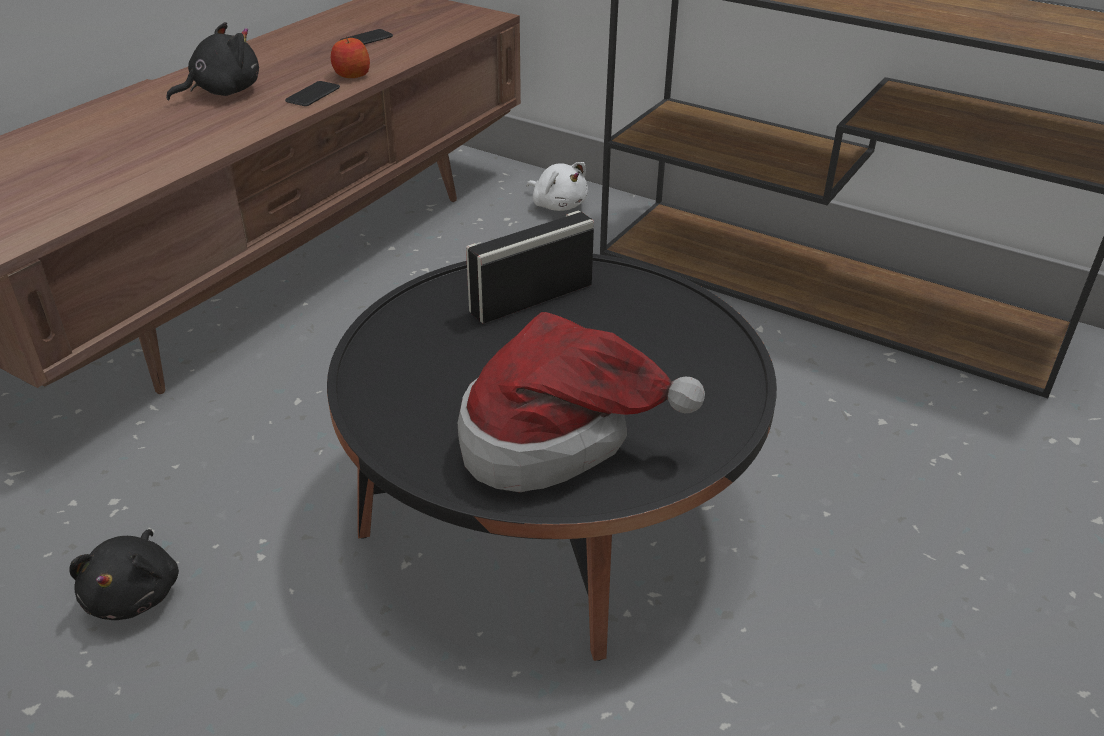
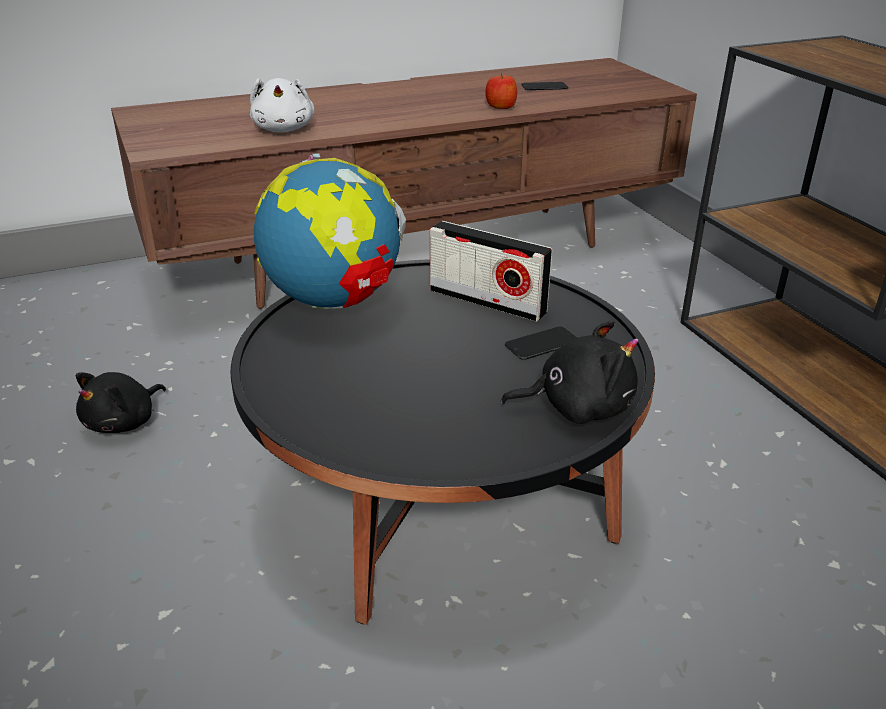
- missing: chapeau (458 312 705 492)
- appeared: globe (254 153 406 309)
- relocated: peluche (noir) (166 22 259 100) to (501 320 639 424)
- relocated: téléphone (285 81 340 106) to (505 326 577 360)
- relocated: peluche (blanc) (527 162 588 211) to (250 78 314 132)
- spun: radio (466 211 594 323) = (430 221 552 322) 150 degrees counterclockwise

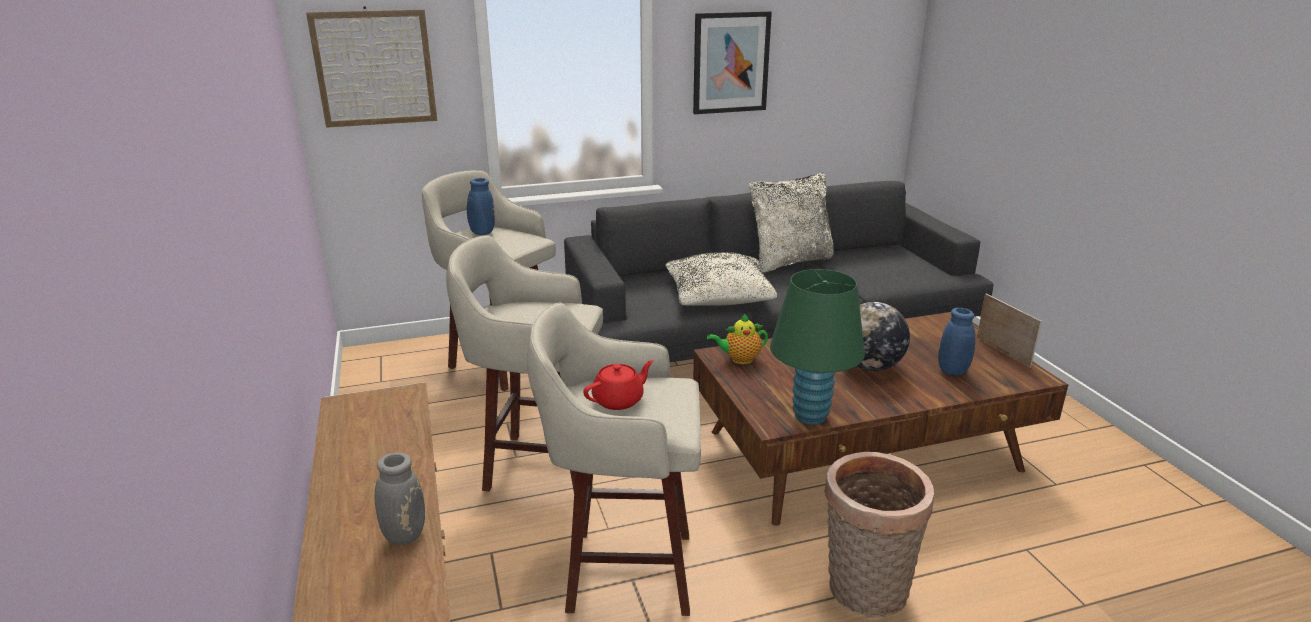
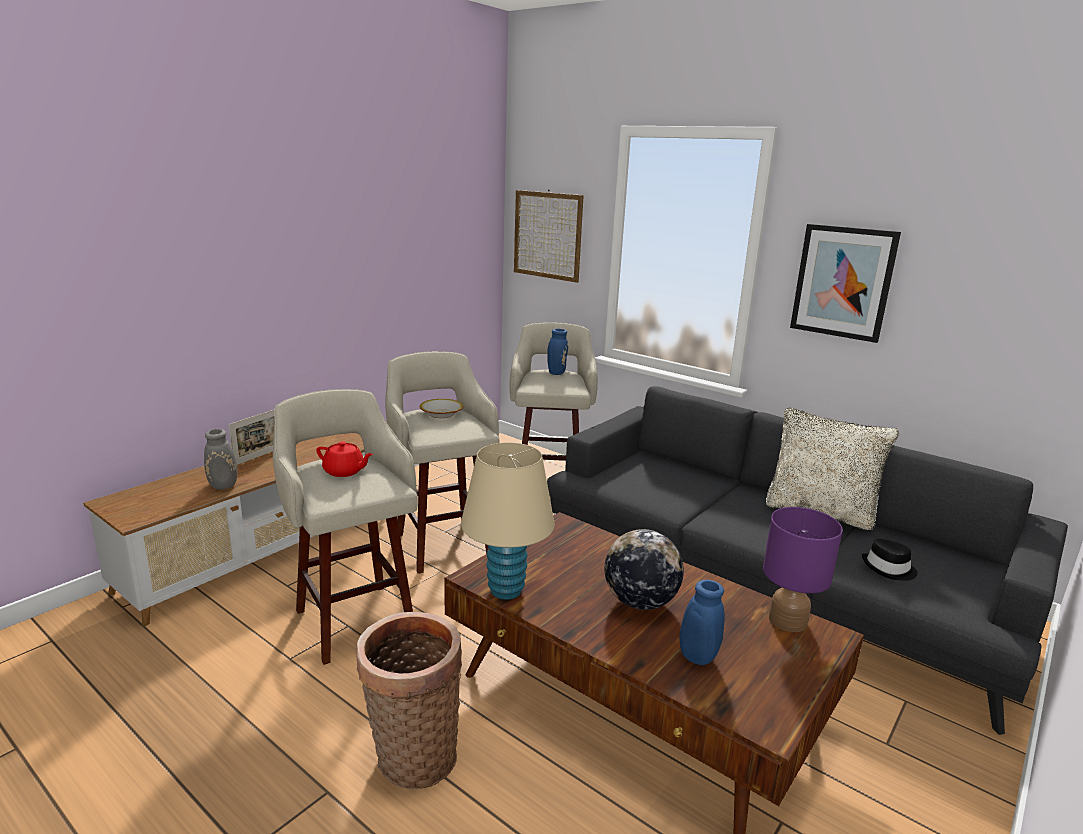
- missing: coussin (beige) (665 252 777 306)
- missing: théière (707 313 768 364)
- appeared: bol (420 399 463 418)
- appeared: lampe de table (violet) (763 507 843 632)
- appeared: chapeau (noir) (862 539 917 581)
- relocated: cadre photo (977 293 1042 368) to (228 410 274 465)
- colour: lampe de table (vert) (770 269 865 425) to lampe de table (beige) (461 443 555 600)

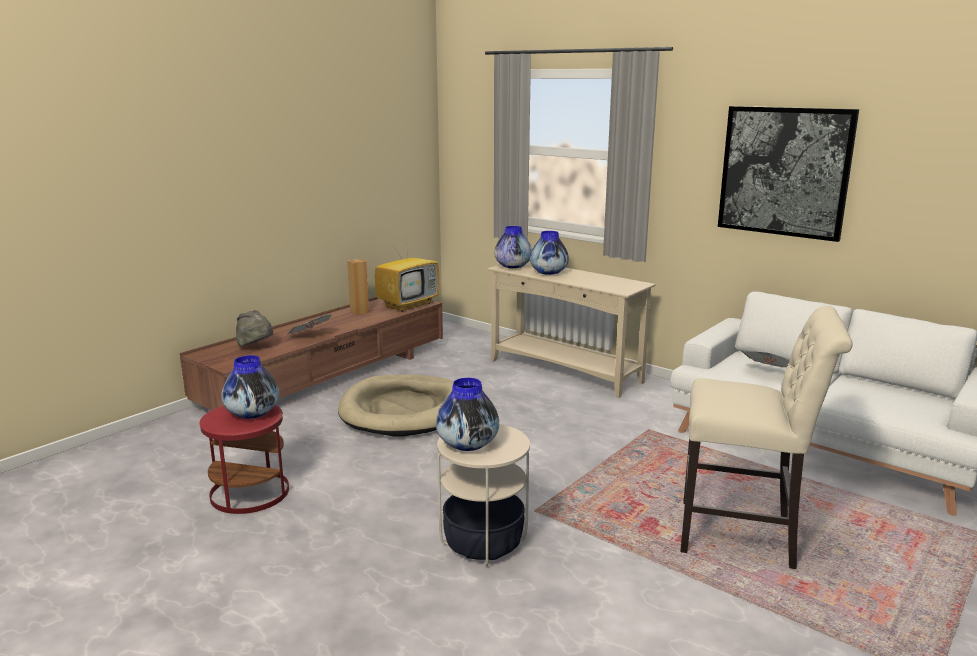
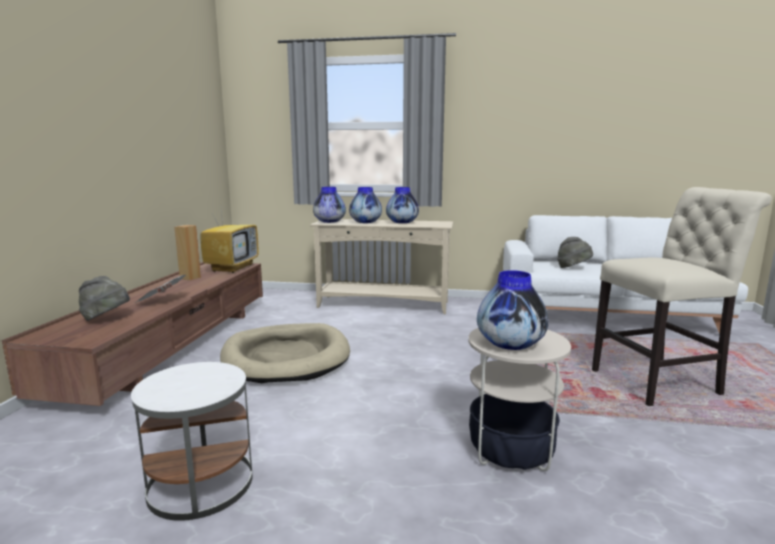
- missing: tableau (718 106 859 242)
- relocated: vase (222 355 279 419) to (386 187 419 223)
- exchanged: journal (740 351 789 367) to chapeau (gris) (557 237 593 268)
- colour: table d'appoint (rouge) (199 405 289 514) to table d'appoint (blanc) (131 362 252 521)

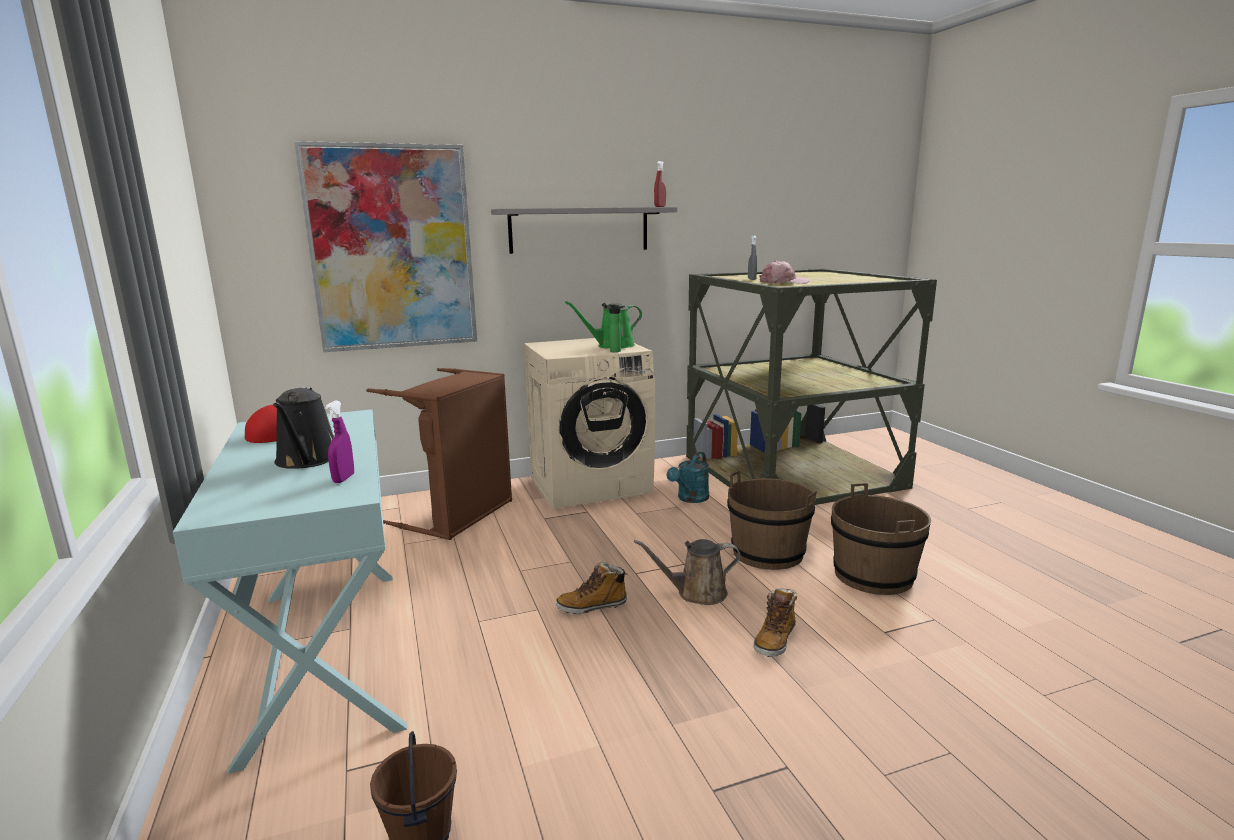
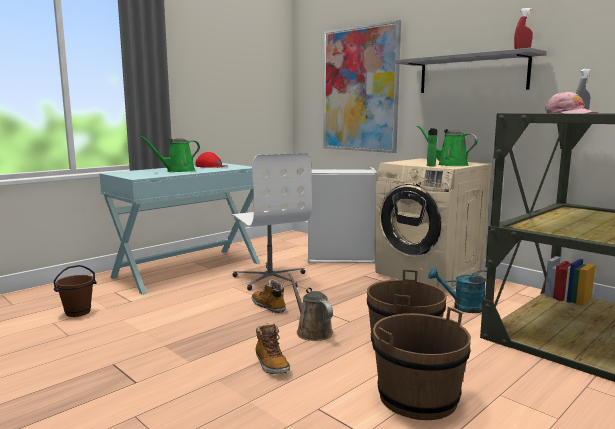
- missing: vaporisateur (violet) (325 401 354 483)
- appeared: chaise de bureau (blanc) (231 153 312 290)
- colour: arrosoir (noir) (273 387 334 469) to arrosoir (vert) (139 136 200 172)
- colour: panier à linge (marron) (366 368 512 540) to panier à linge (gris) (308 167 378 264)
- spun: botte (753 588 797 657) = (256 323 290 374) 120 degrees counterclockwise

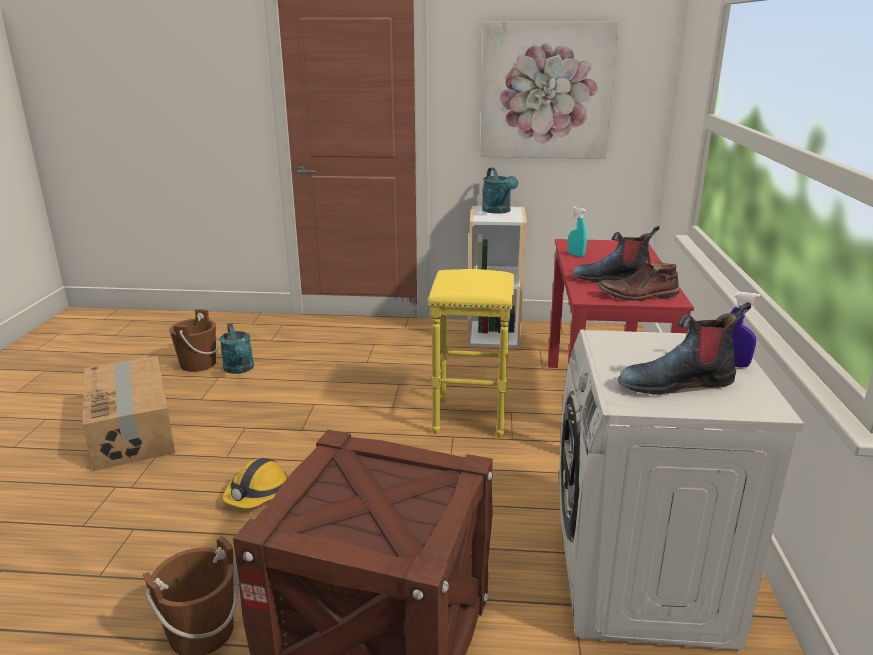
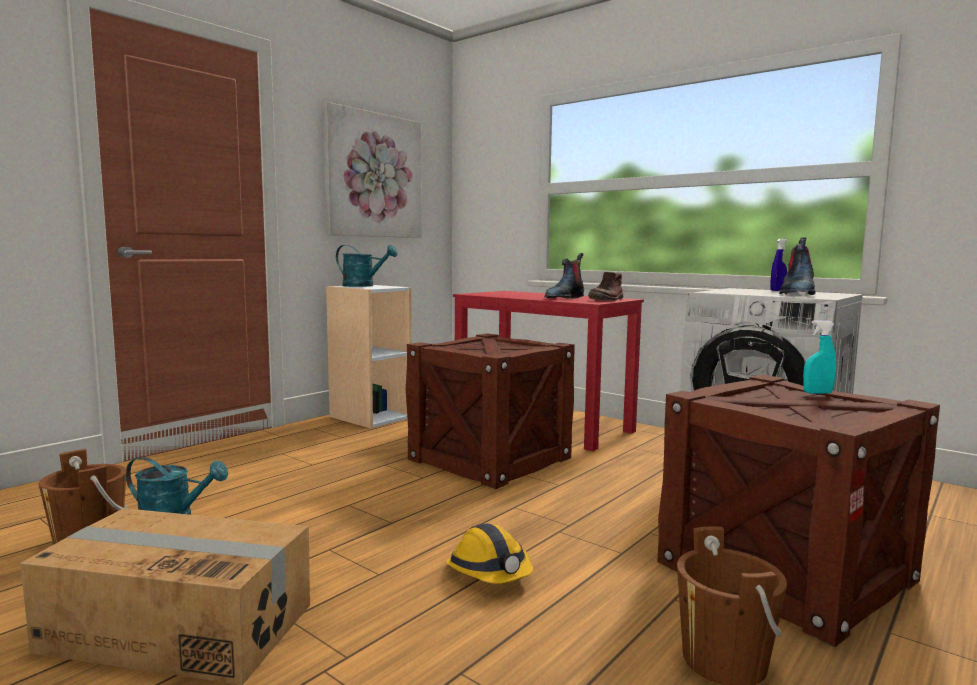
- relocated: vaporisateur (turquoise) (568 207 587 257) to (803 320 836 394)
- exchanged: tabouret (jaune) (428 269 514 438) to caisse (406 333 575 489)

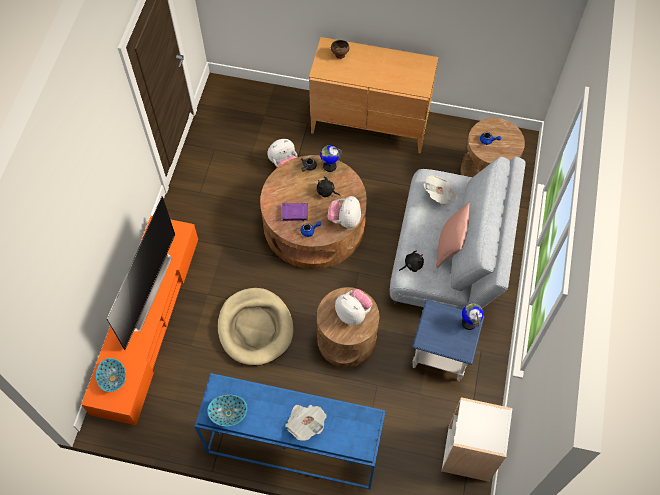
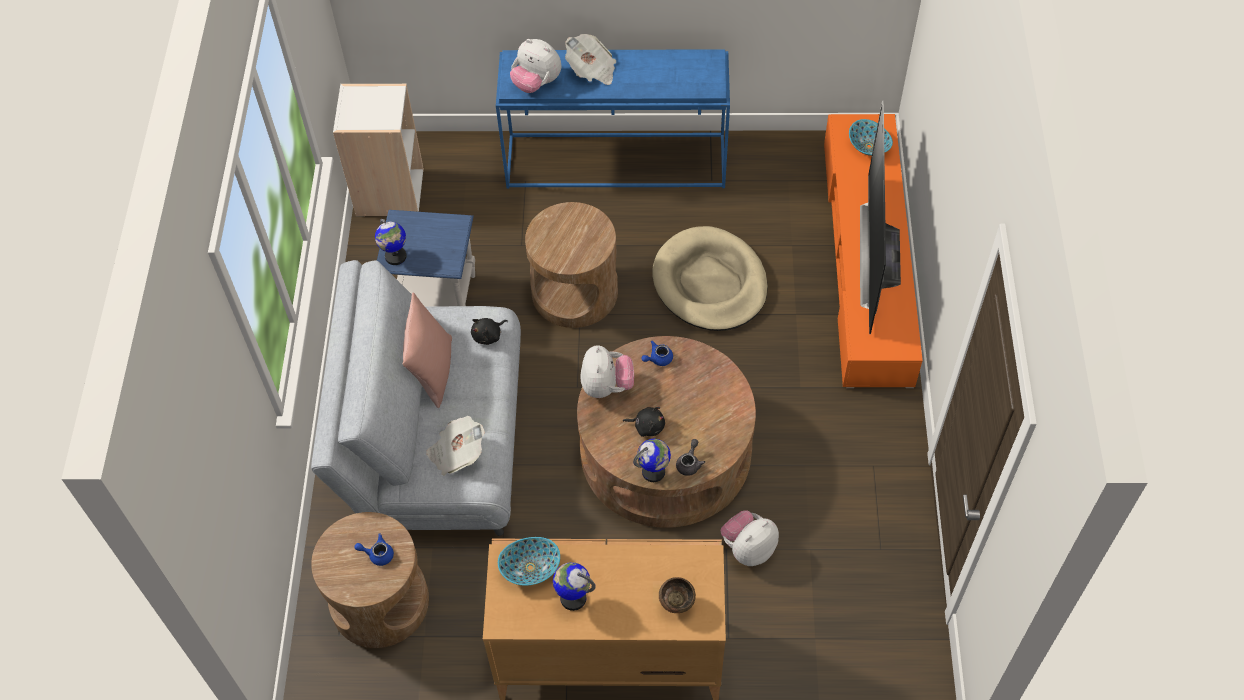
- missing: livre (violet) (282 203 308 221)
- appeared: globe (553 562 596 611)
- relocated: bol (207 395 247 426) to (498 537 560 586)
- relocated: peluche (335 289 373 325) to (510 39 561 93)

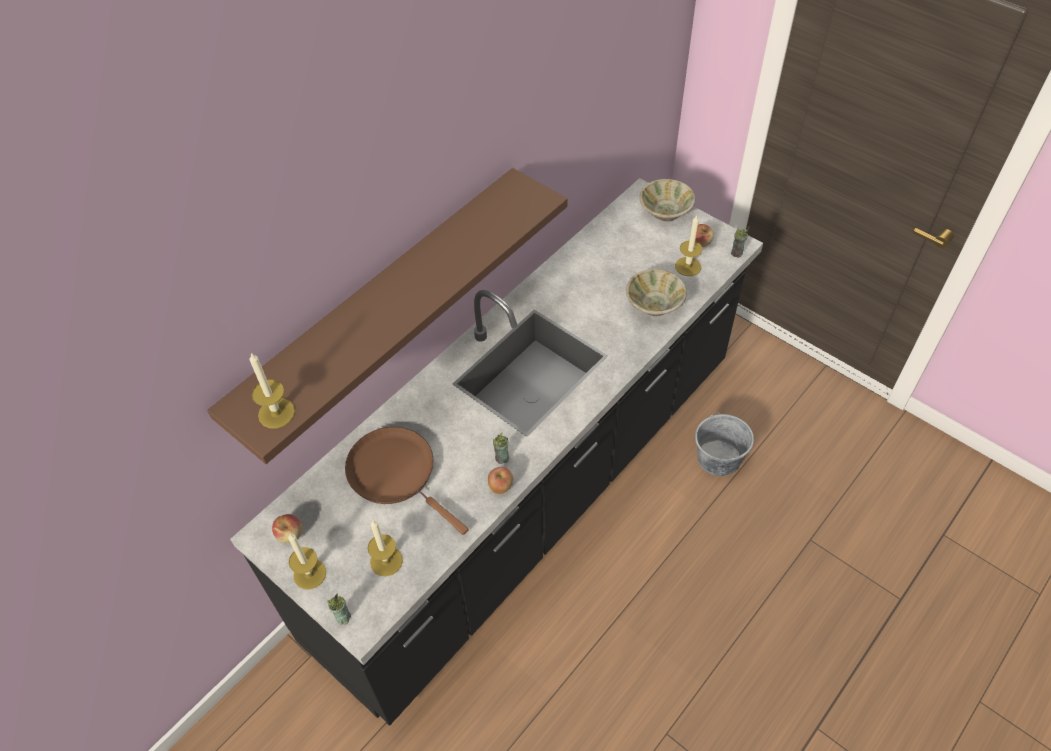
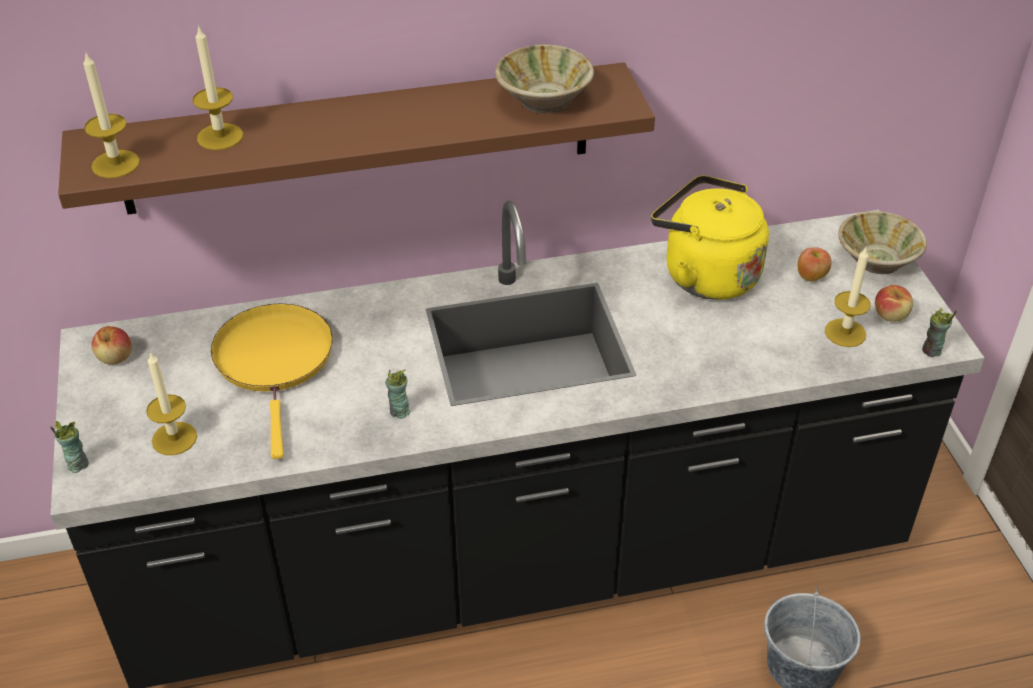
- appeared: bouilloire (jaune) (651 175 769 300)
- relocated: bougie (288 534 326 589) to (192 25 243 150)
- relocated: pomme (488 467 513 494) to (797 247 832 282)
- relocated: bol (beige) (626 269 687 316) to (495 45 594 113)
- colour: poêle (marron) (345 427 469 535) to poêle (jaune) (211 303 333 459)

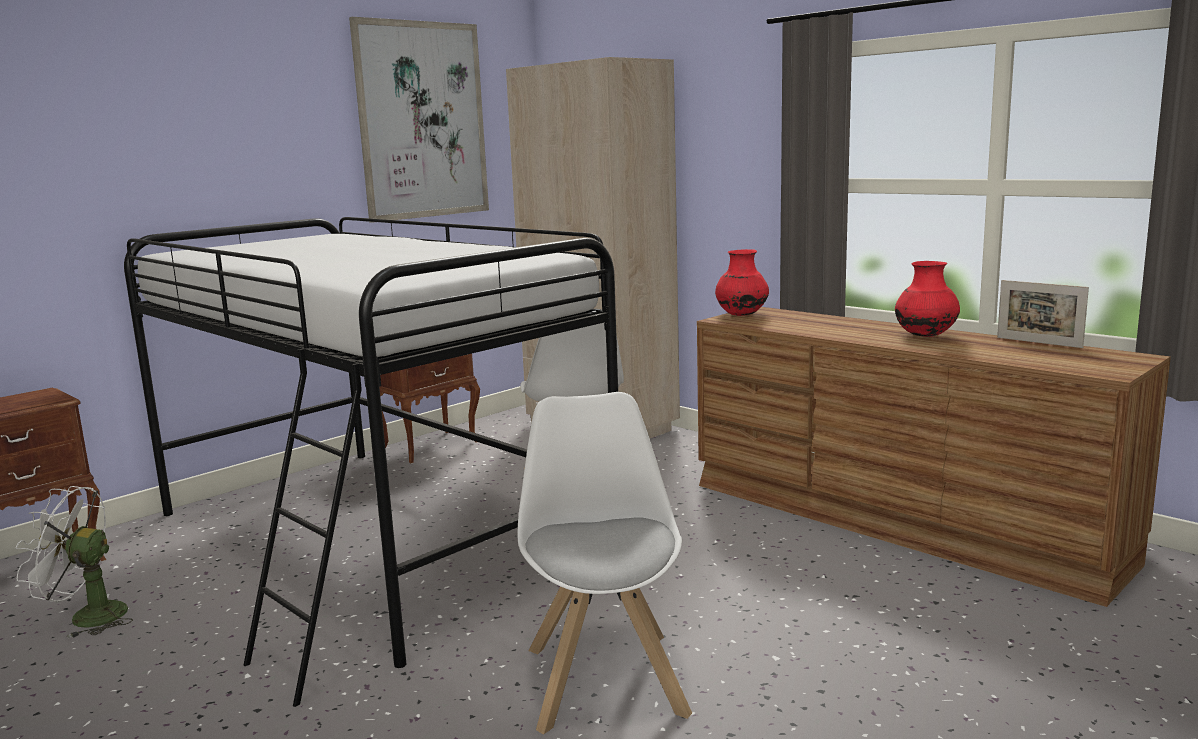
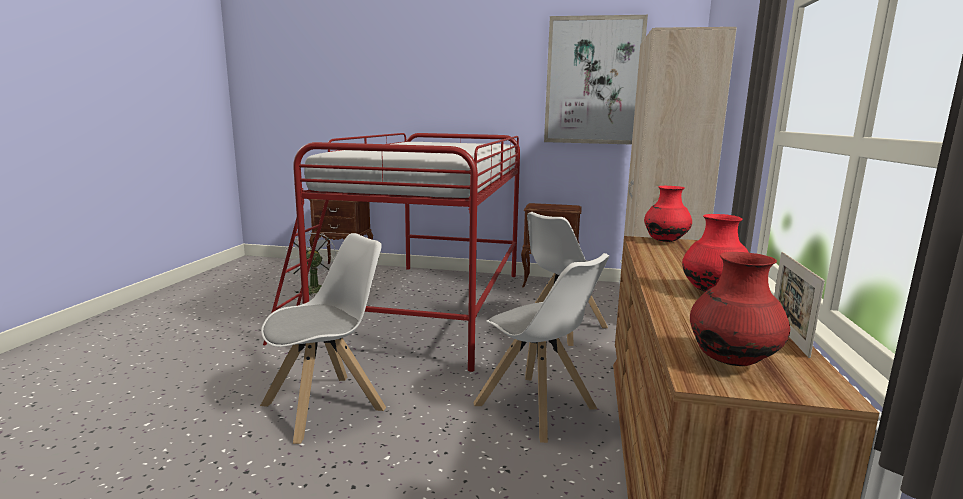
- appeared: chaise (473 253 609 443)
- appeared: vase (rouge) (690 252 790 366)
- colour: lit (noir) (124 217 618 707) to lit (rouge) (263 133 520 372)

